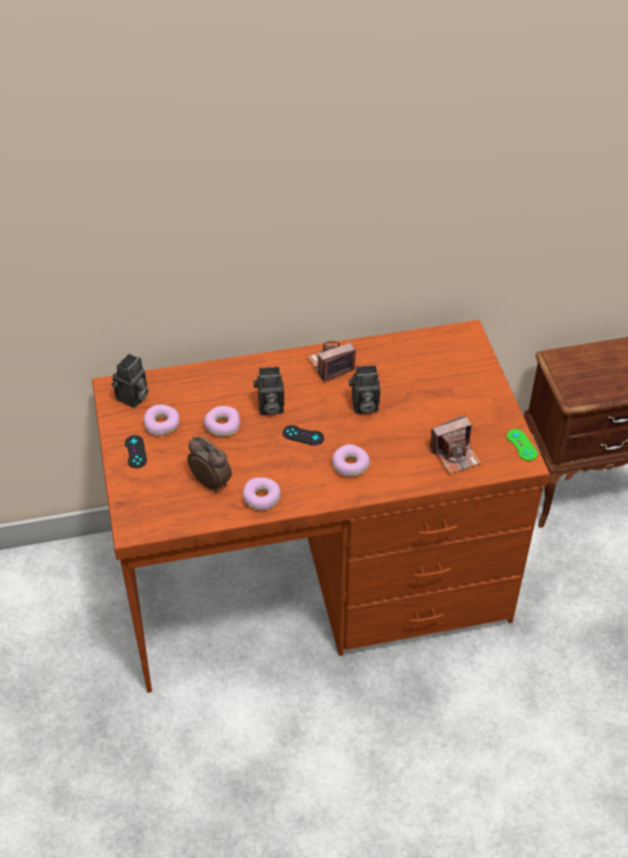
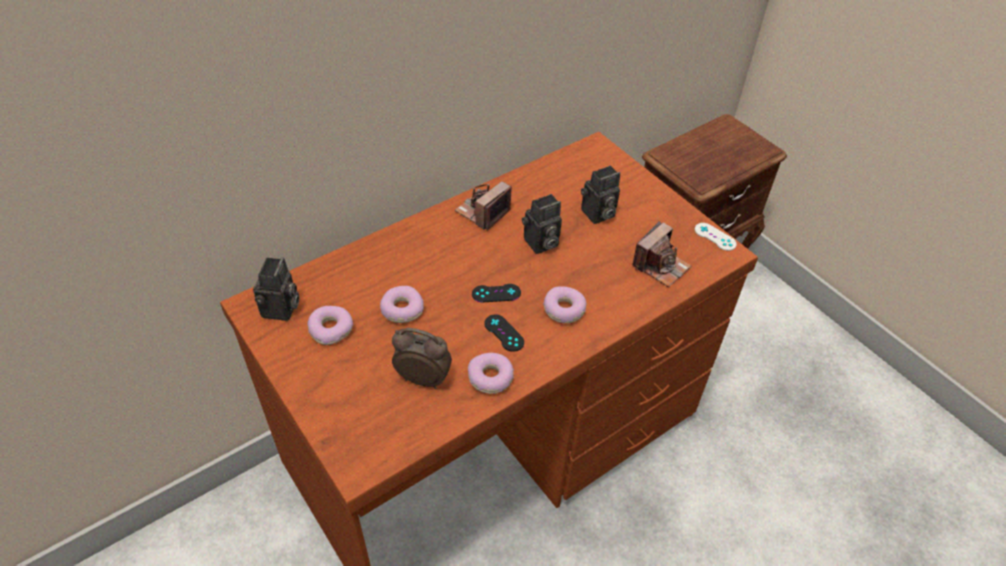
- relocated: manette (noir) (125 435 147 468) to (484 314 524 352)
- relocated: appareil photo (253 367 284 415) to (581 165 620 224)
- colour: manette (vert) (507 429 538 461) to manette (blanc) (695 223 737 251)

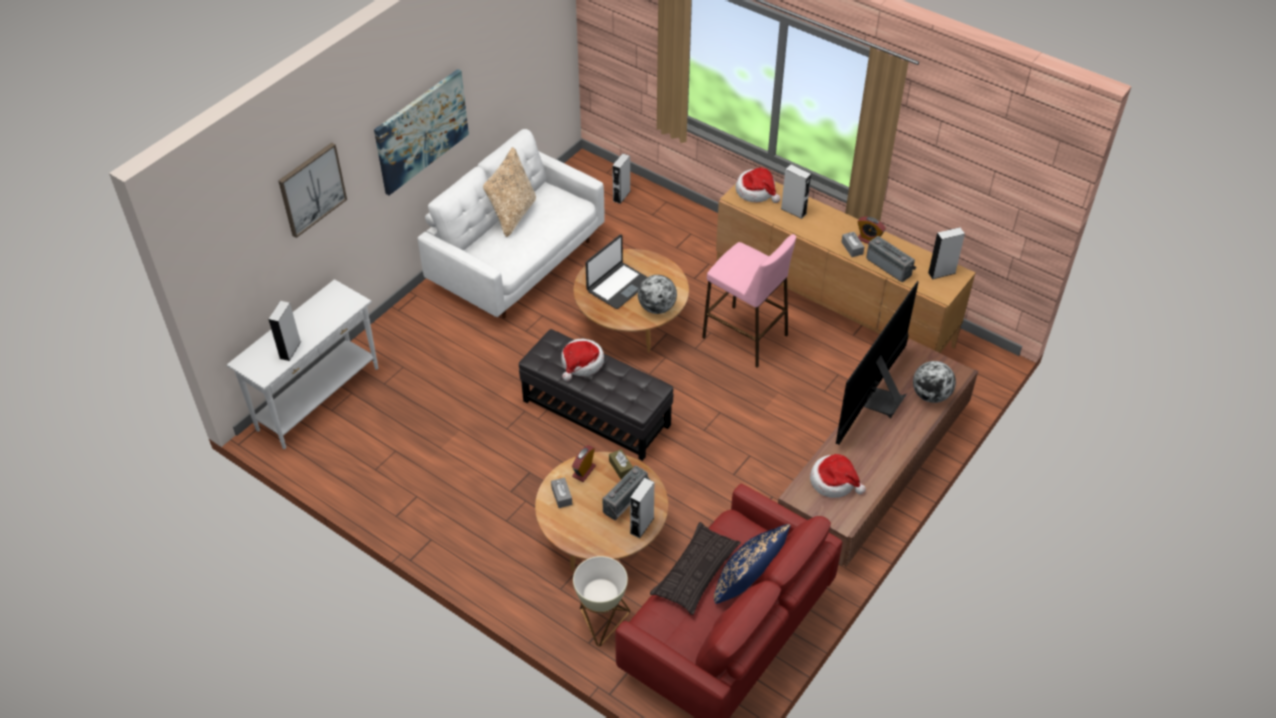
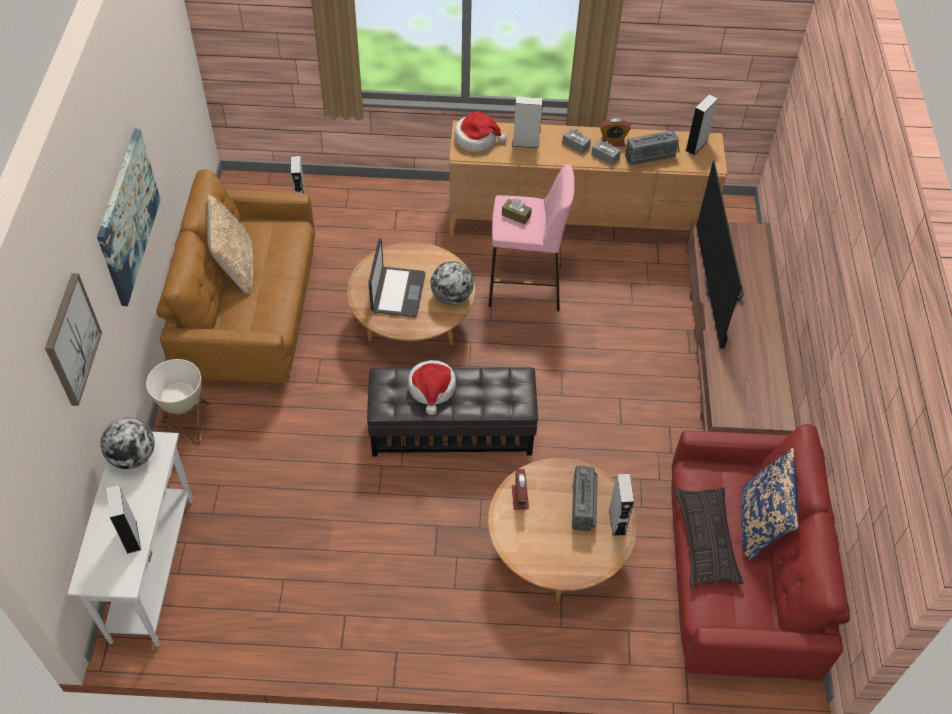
- missing: chapeau (810 454 866 498)
- relocated: boîte à mouchoirs (gris) (551 477 572 508) to (562 128 591 154)
- relocated: cache-pot (573 556 630 647) to (146 359 209 445)
- relocated: boîte à mouchoirs (marron) (609 449 633 479) to (502 199 532 225)
- relocated: globe (913 361 956 403) to (100 417 155 469)
- colour: canapé (blanc) (417 129 605 318) to canapé (marron) (156 169 315 383)
- spun: radio (866 236 916 282) = (625 130 680 166) 150 degrees clockwise

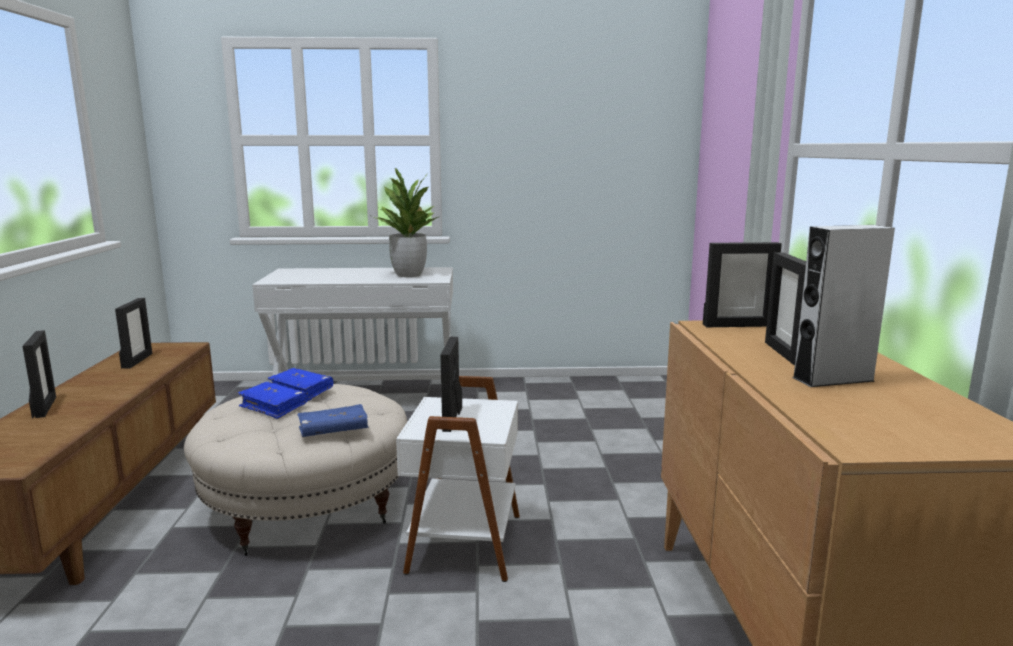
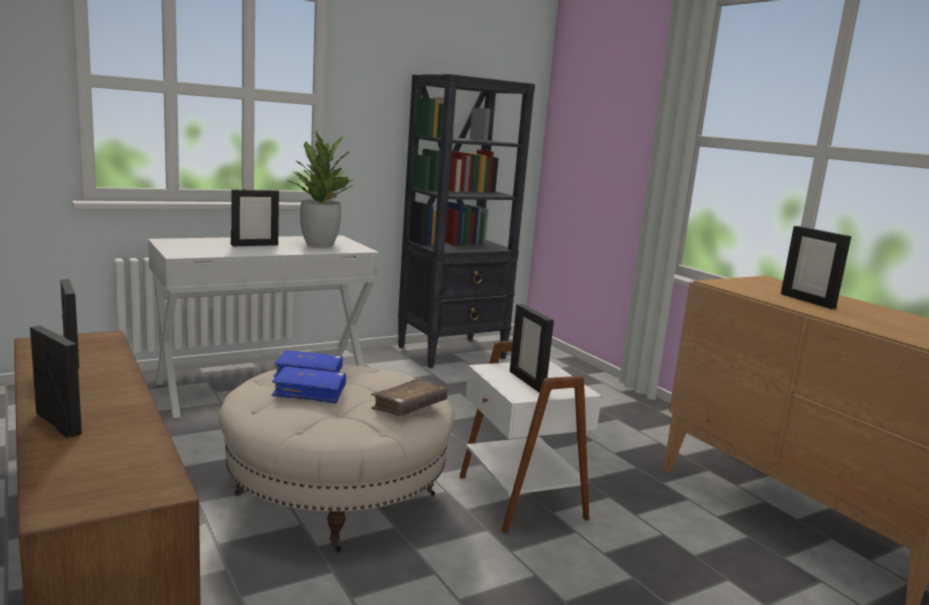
- missing: enceinte (gris) (792 225 895 387)
- appeared: bibliothèque (noir) (398 74 535 368)
- relocated: cadre photo (703 242 782 327) to (231 189 279 246)
- colour: livre (bleu) (297 404 369 437) to livre (marron) (371 378 448 416)

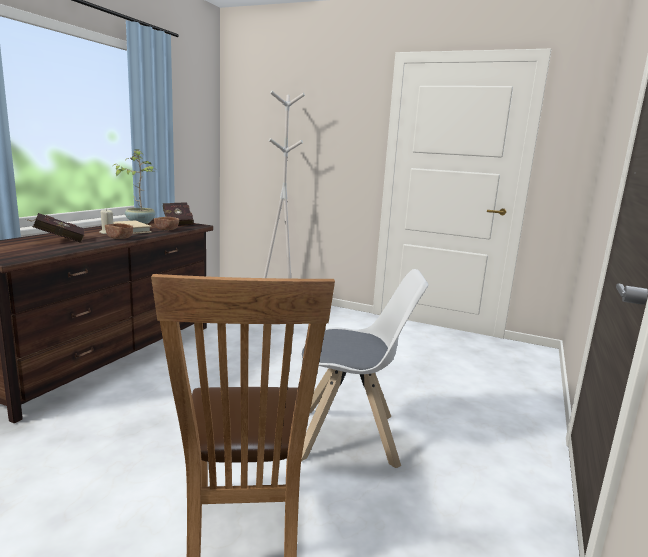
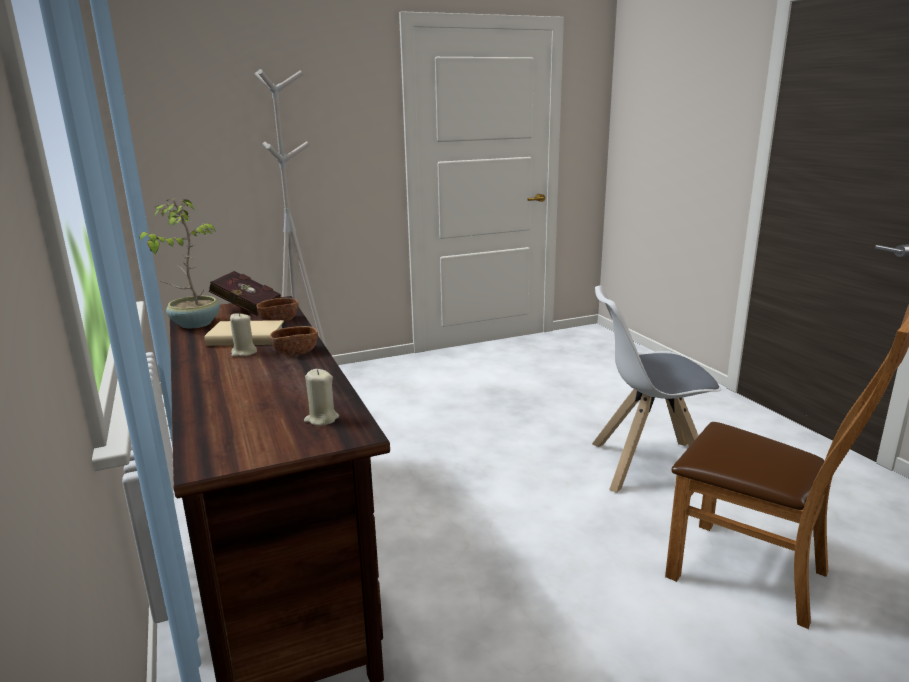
- missing: livre (rouge) (26 213 84 243)
- appeared: bougie (beige) (304 369 339 426)
- spun: chaise (300 269 429 468) = (592 285 721 493) 135 degrees counterclockwise

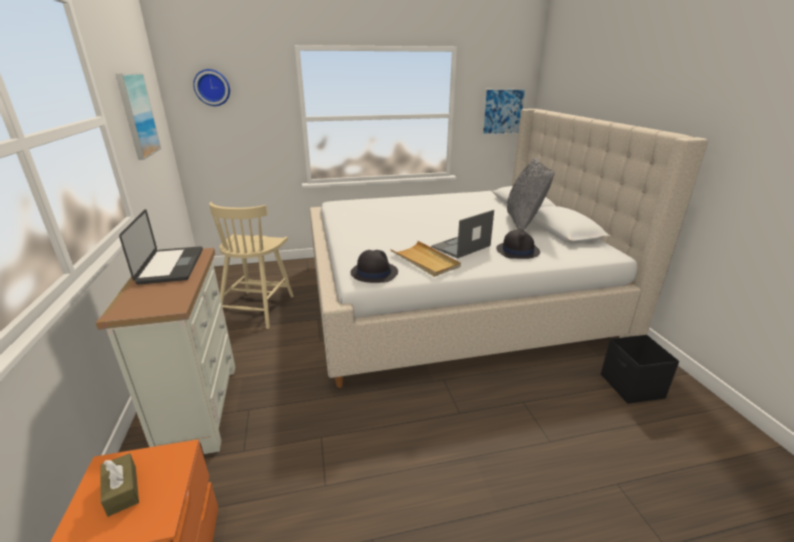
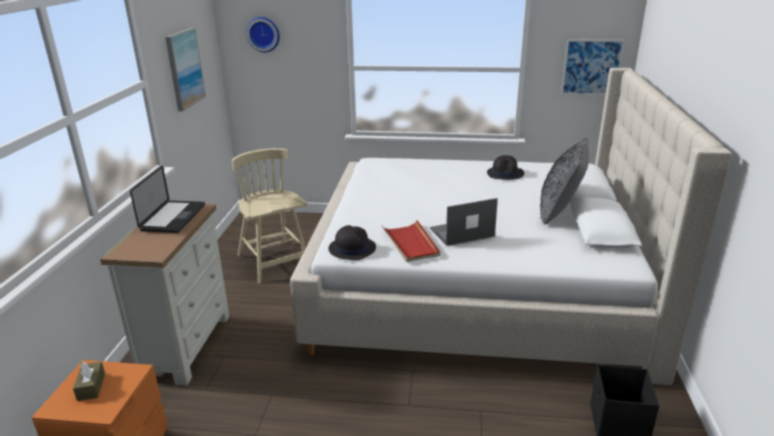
- relocated: chapeau (noir) (496 230 540 259) to (487 155 524 180)
- colour: plateau (beige) (390 241 461 277) to plateau (rouge) (382 220 440 262)
- spun: chaise (beige) (209 202 294 329) = (232 148 307 283) 120 degrees clockwise

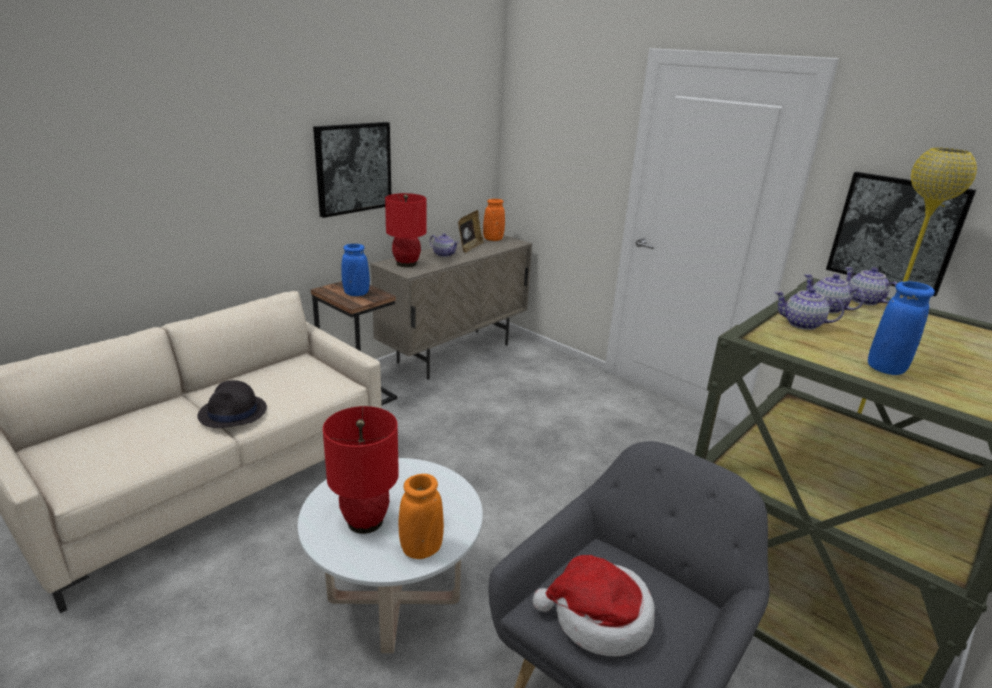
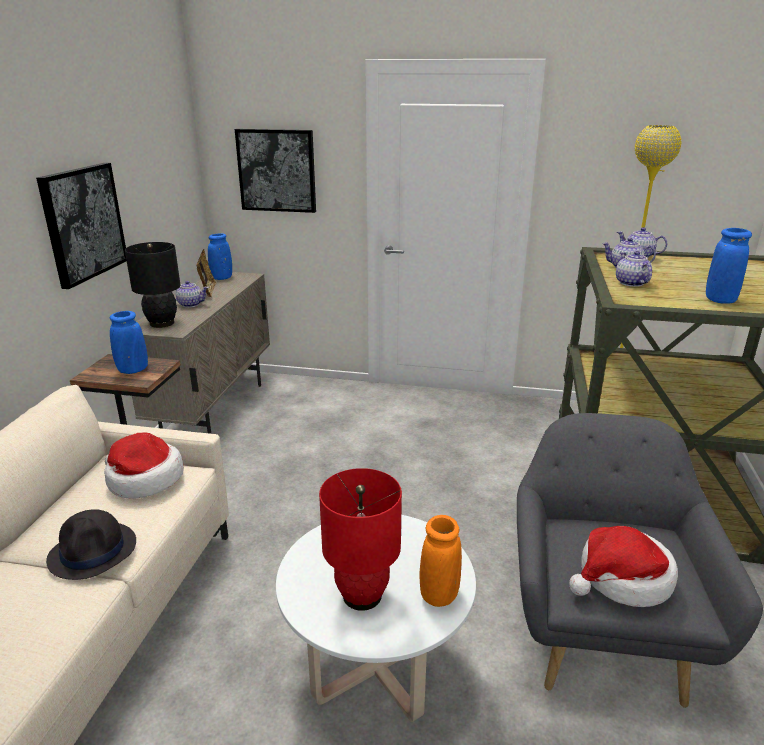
- appeared: chapeau (104 433 184 499)
- relocated: tableau (826 172 976 297) to (235 129 316 213)
- colour: lampe de table (rouge) (385 193 426 267) to lampe de table (noir) (125 242 181 328)
- colour: vase (orange) (483 199 505 241) to vase (bleu) (208 233 232 280)
- spun: théière (775 288 844 330) = (616 251 652 287) 90 degrees clockwise

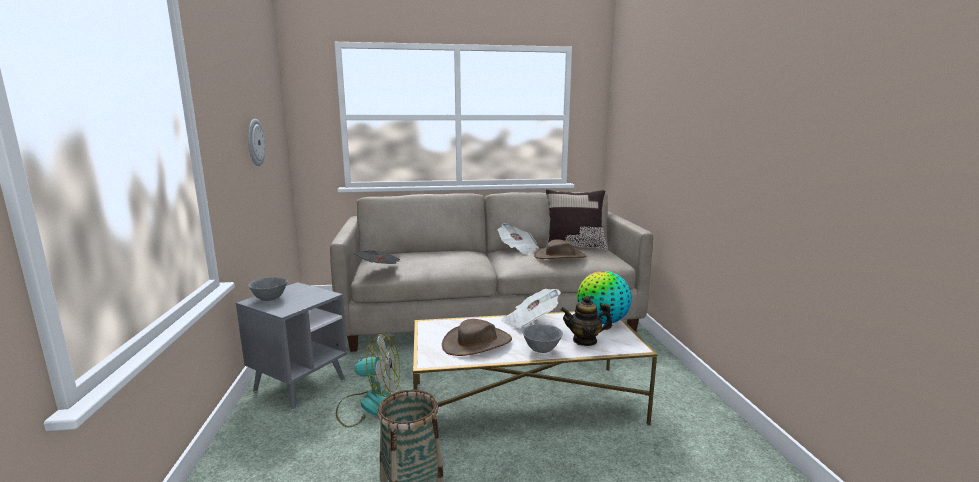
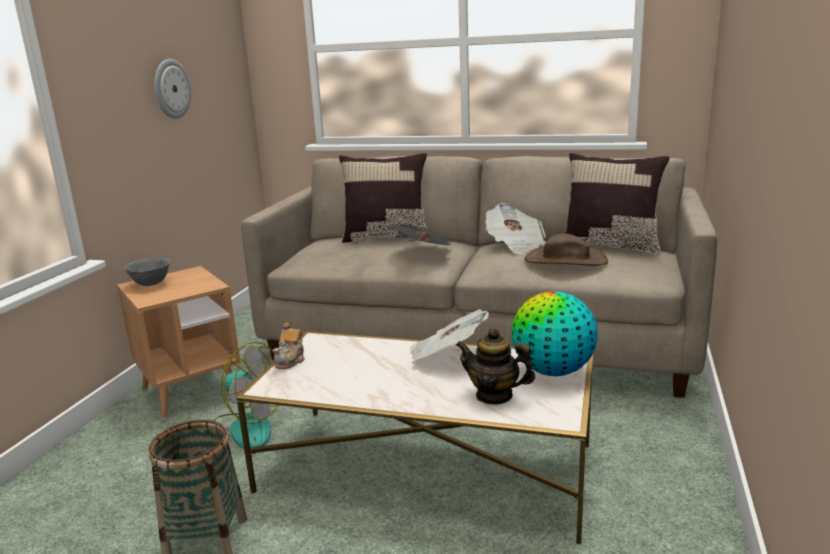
- missing: chapeau (marron) (442 319 512 356)
- missing: bol (gris) (523 324 563 353)
- appeared: théière (273 323 305 369)
- appeared: coussin (339 153 427 243)
- relocated: journal (353 250 400 264) to (390 225 452 245)
- colour: table d'appoint (gris) (236 282 348 410) to table d'appoint (marron) (117 266 240 419)

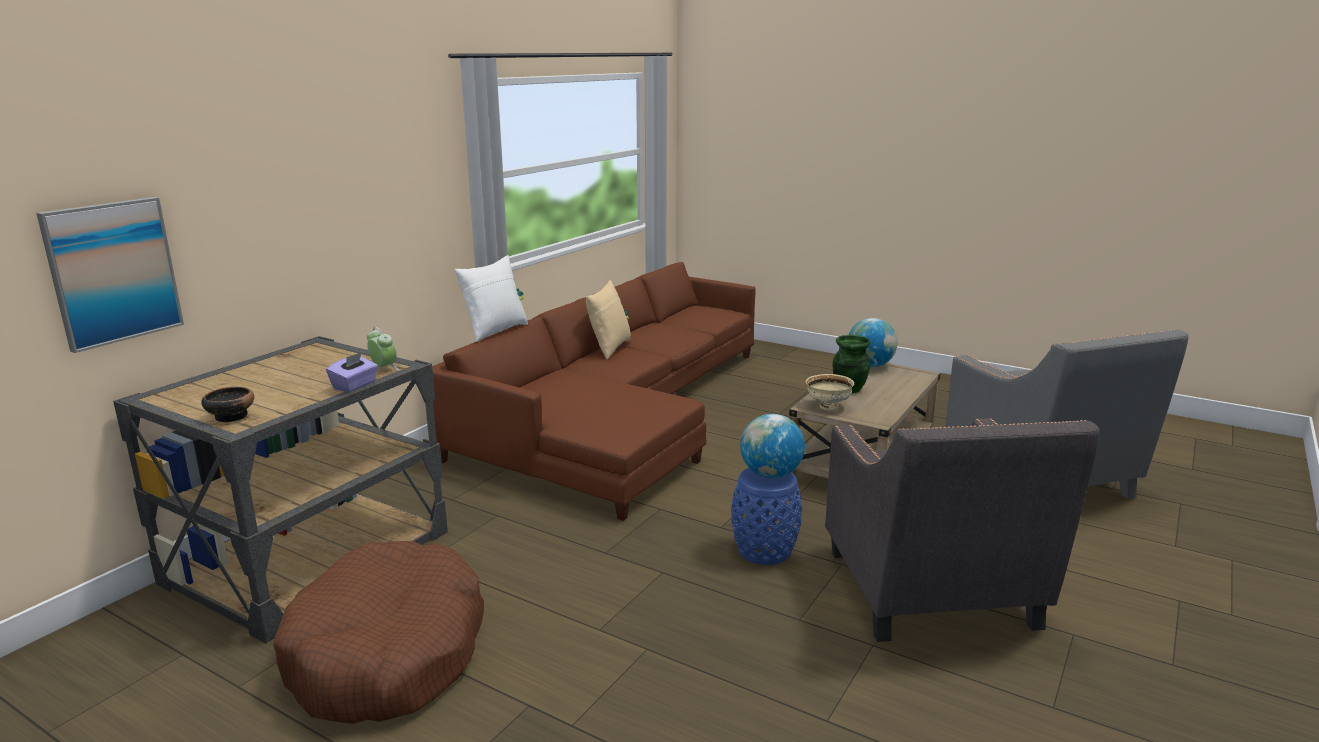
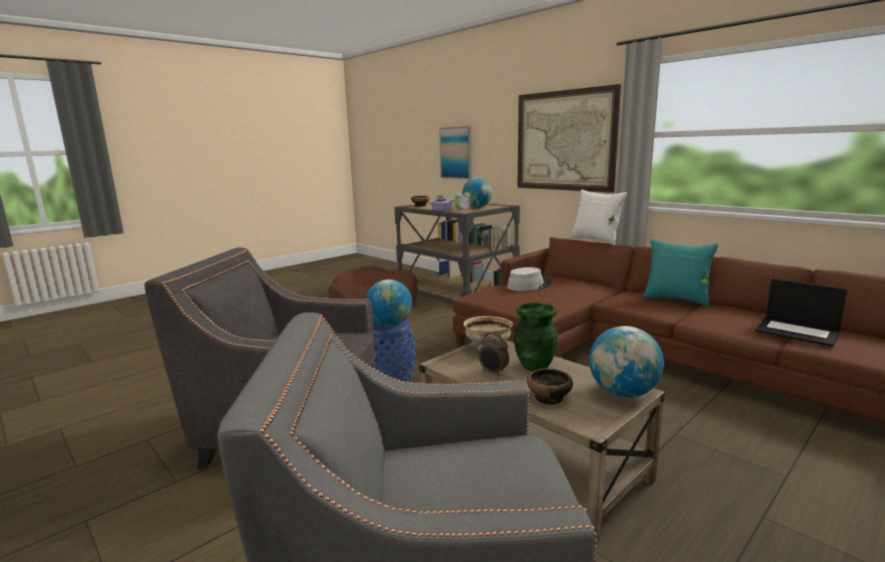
- appeared: globe (462 177 492 208)
- appeared: réveil (478 332 509 376)
- appeared: chapeau (gris) (507 267 551 291)
- appeared: tableau (518 84 621 193)
- appeared: bol (527 368 573 405)
- appeared: ordinateur portable (755 278 847 347)
- colour: coussin (beige) (586 280 631 360) to coussin (turquoise) (642 239 718 307)

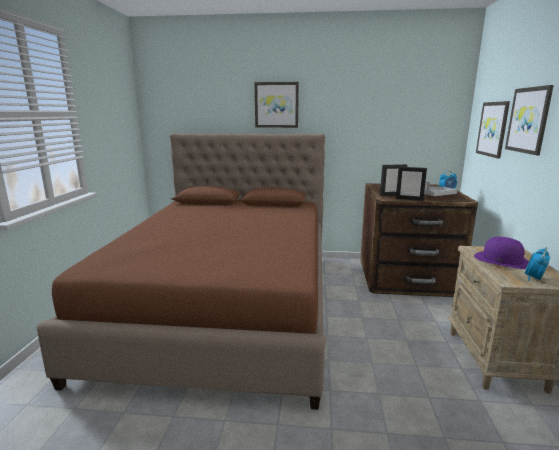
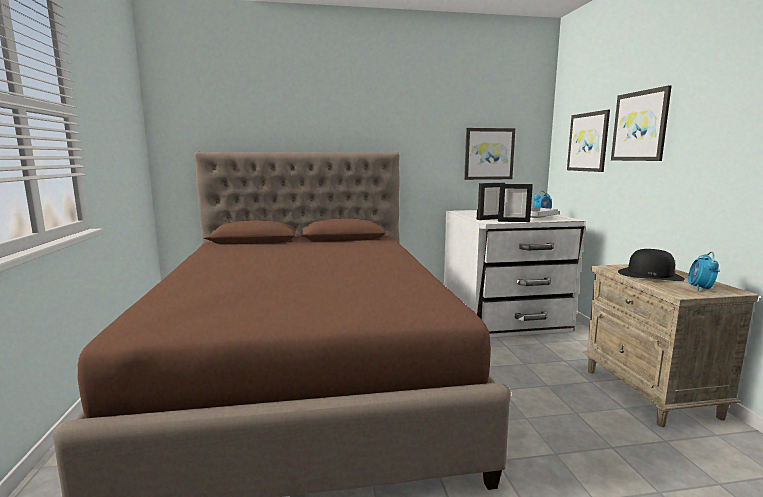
- relocated: tableau (254 82 299 128) to (464 128 515 180)
- colour: commode (marron) (360 183 478 297) to commode (blanc) (444 210 585 338)
- colour: chapeau (violet) (474 237 529 269) to chapeau (noir) (618 249 685 281)

